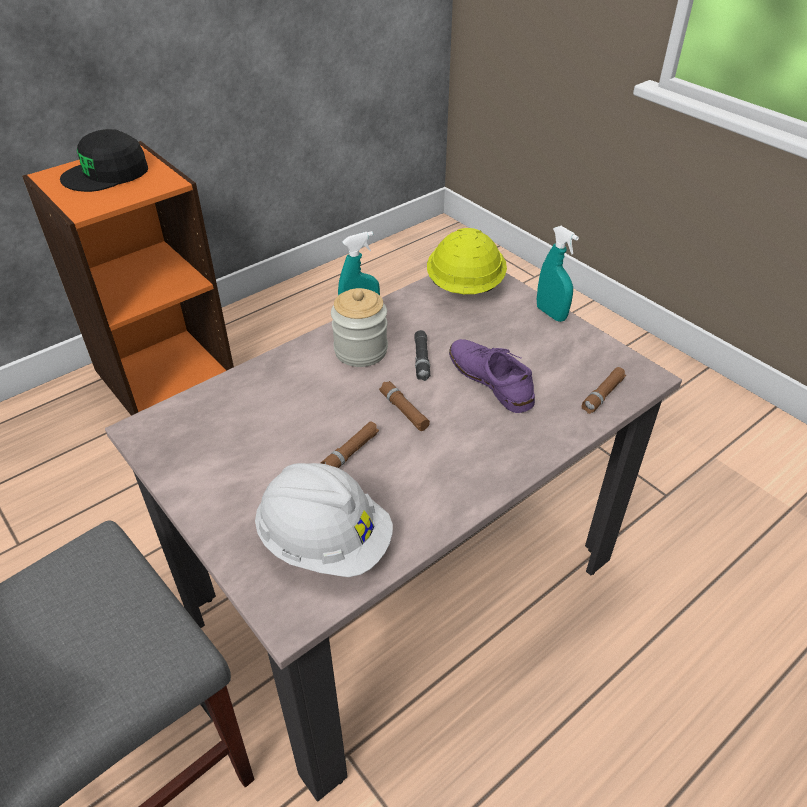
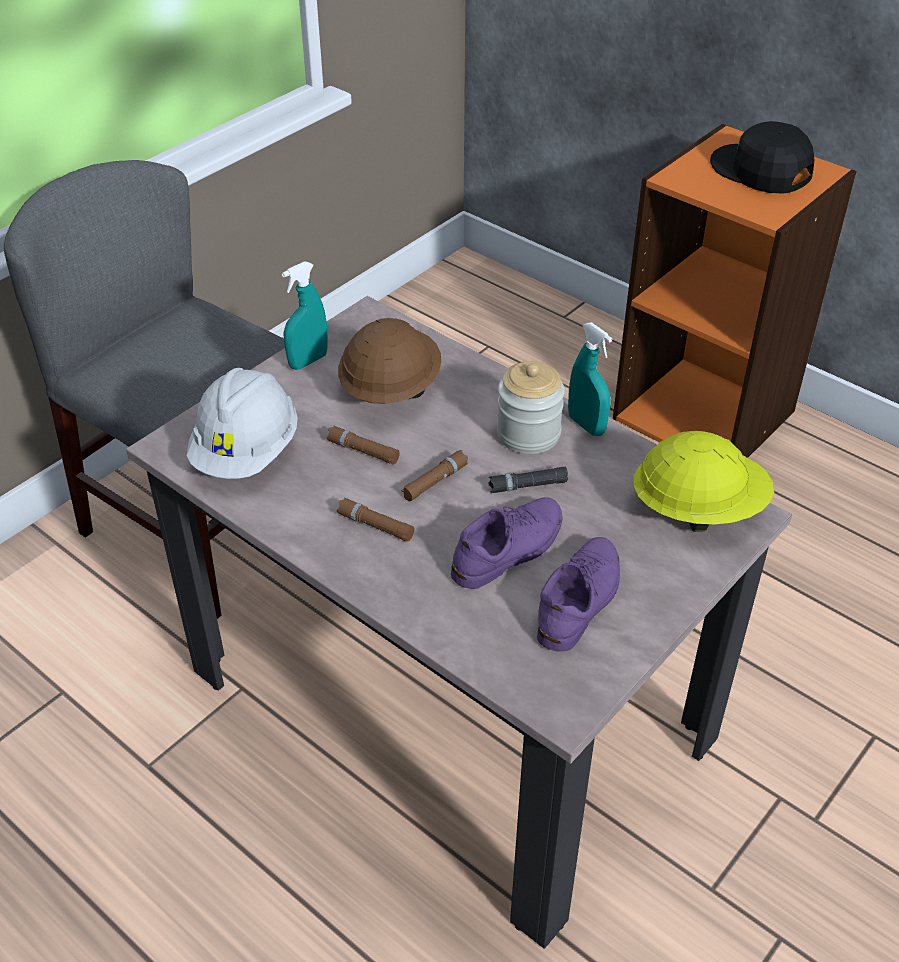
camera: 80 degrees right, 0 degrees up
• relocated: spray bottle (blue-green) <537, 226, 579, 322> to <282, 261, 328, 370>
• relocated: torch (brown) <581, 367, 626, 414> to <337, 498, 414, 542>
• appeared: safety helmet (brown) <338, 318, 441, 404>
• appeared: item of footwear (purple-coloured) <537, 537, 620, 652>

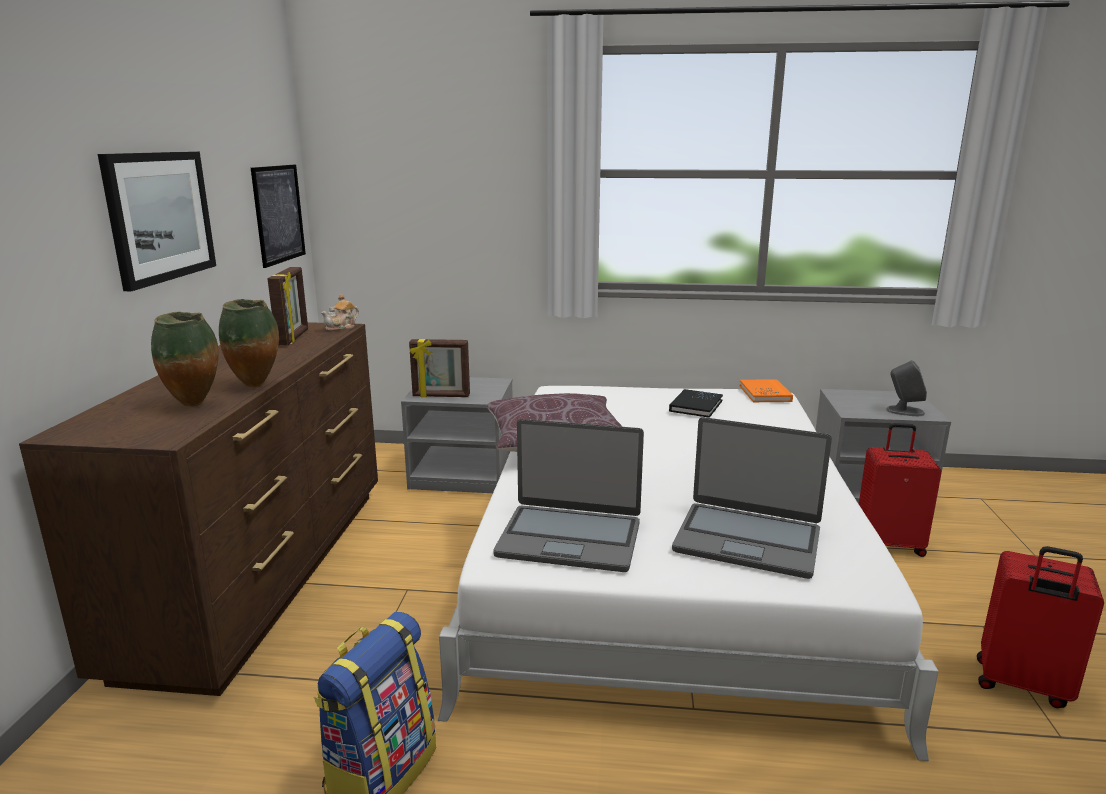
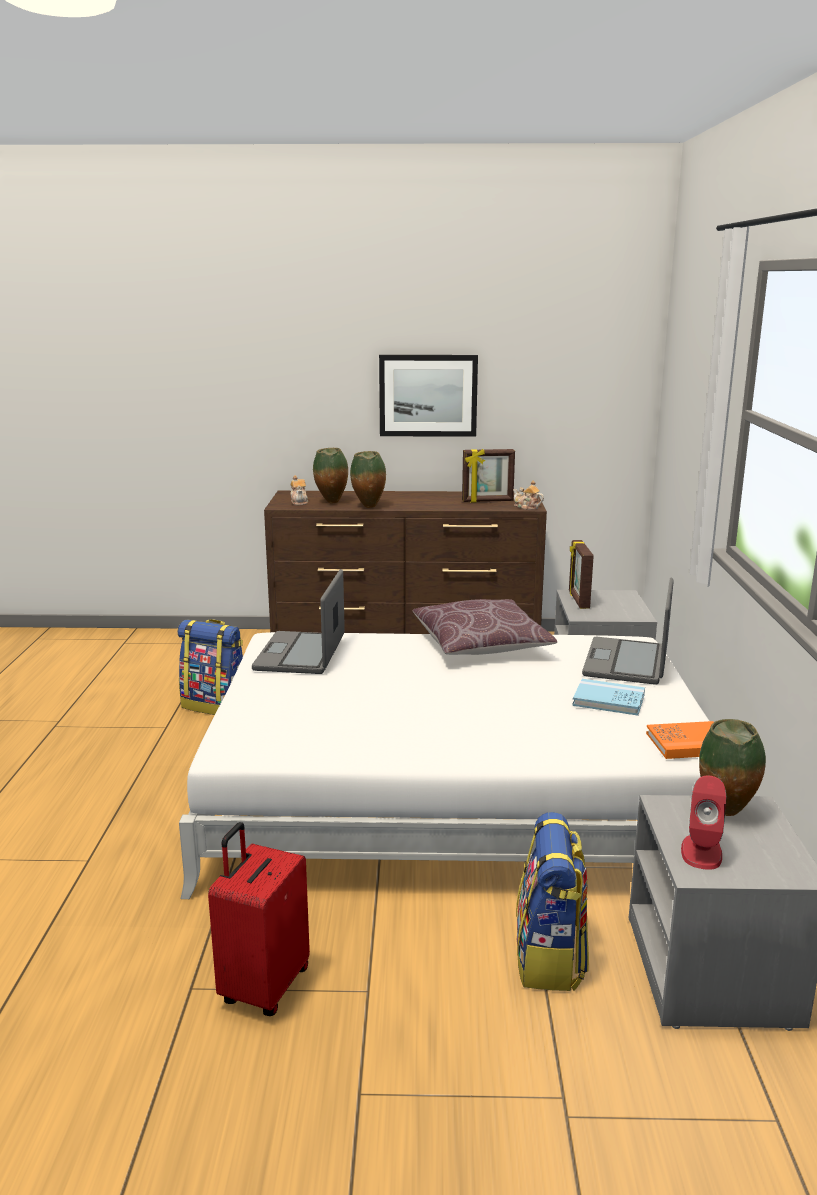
camera: 85 degrees right, 0 degrees up
• missing: wall picture <251, 165, 306, 268>
• colour: loudspeaker (grey) <886, 360, 927, 416> to loudspeaker (red) <681, 775, 727, 870>
• colour: volume (blackish) <669, 389, 723, 418> to volume (blue) <572, 679, 645, 716>
• relocated: laptop <672, 417, 832, 579> to <582, 578, 674, 685>
• exchanged: travel case (red) <859, 423, 942, 557> to rucksack <516, 812, 589, 991>
• appeared: pot for tea <290, 475, 308, 505>
• appeared: flower vase <699, 719, 766, 816>

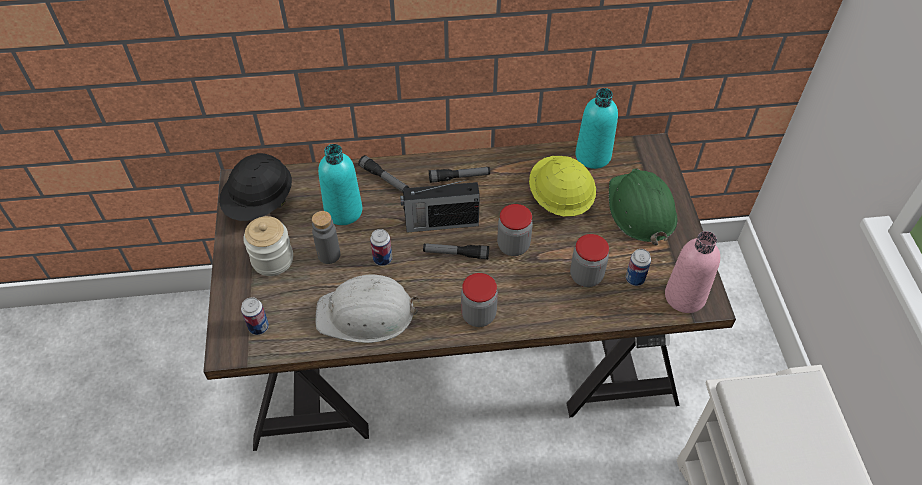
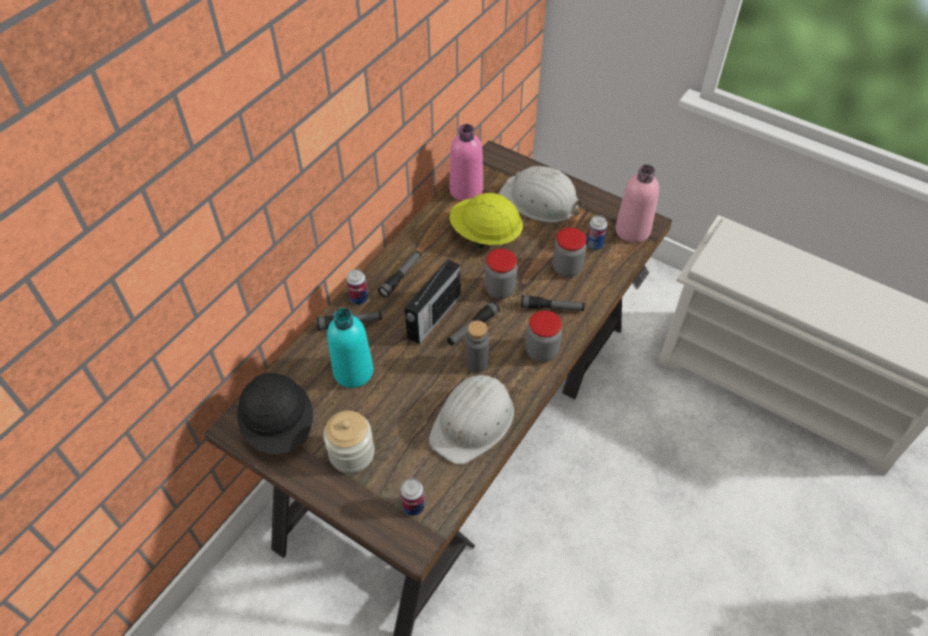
camera: 50 degrees left, 0 degrees up
• colour: drink bottle (blue-green) <575, 88, 618, 169> to drink bottle (pink-coloured) <449, 124, 483, 201>
• colour: safety helmet (green) <609, 168, 678, 245> to safety helmet (white) <499, 166, 584, 223>
• relocated: drink bottle (grey) <312, 211, 340, 264> to <465, 321, 489, 373>
• relocated: sealed can <370, 229, 392, 266> to <347, 269, 368, 305>
• appeared: torch <521, 295, 584, 311>

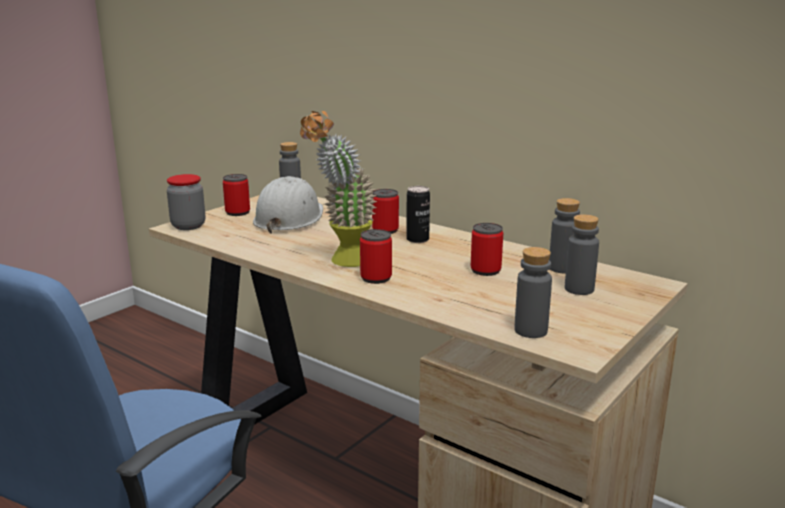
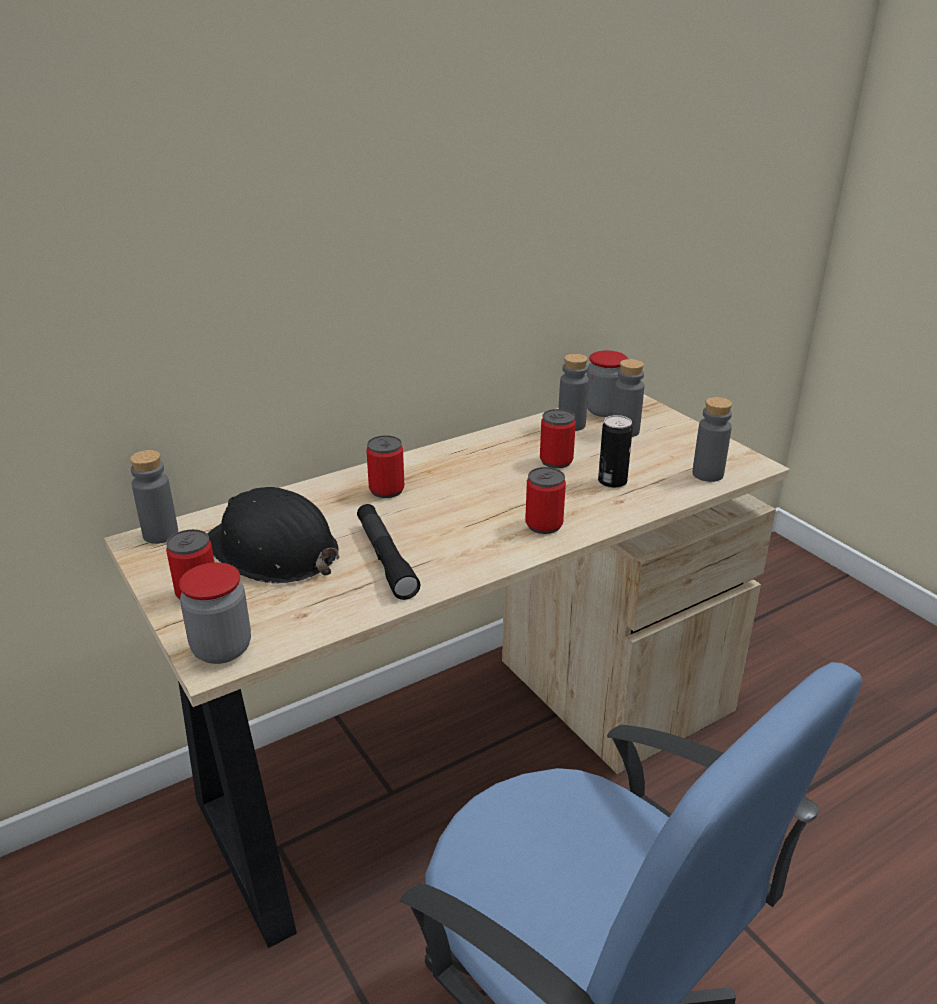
camera: 70 degrees left, 10 degrees up
• missing: houseplant <300, 111, 377, 267>
• colour: safety helmet (white) <253, 176, 323, 233> to safety helmet (blackish) <207, 487, 339, 584>
• relocated: sealed can <406, 186, 430, 243> to <598, 415, 633, 488>
• appeared: jar <587, 350, 628, 417>
• appeared: torch (blackish) <357, 504, 420, 600>

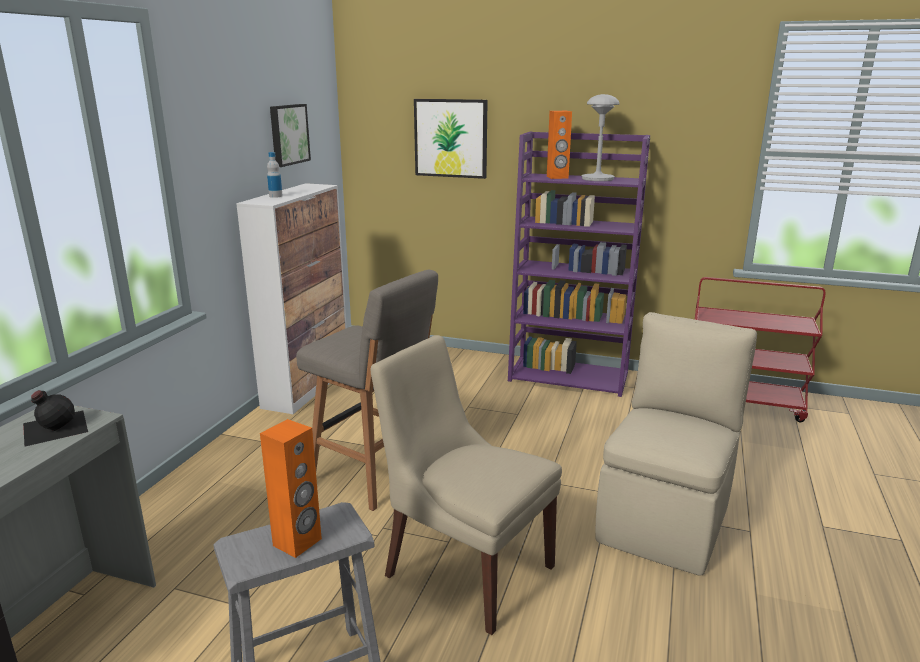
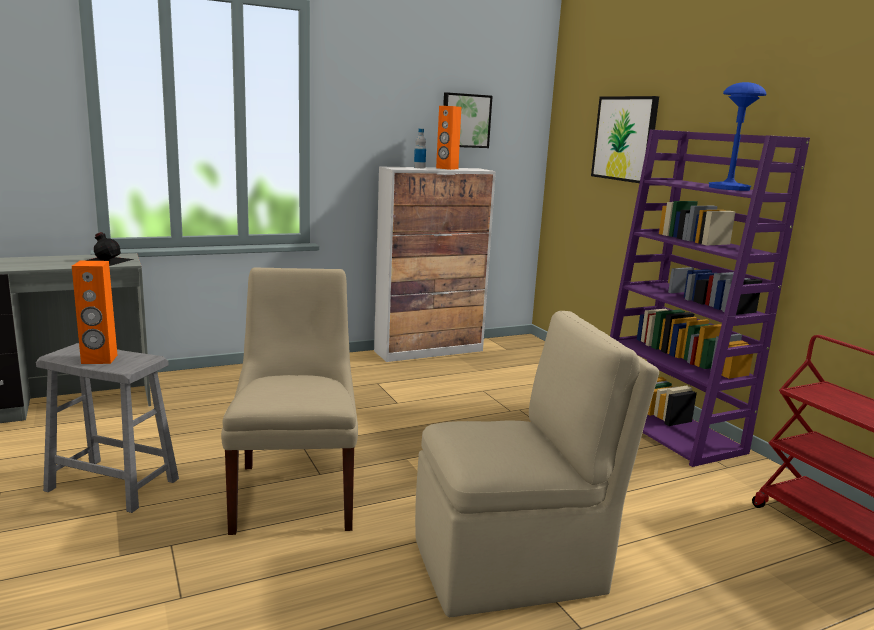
camera: 45 degrees right, 5 degrees down
• colour: tabletop lamp (grey) <582, 94, 620, 181> to tabletop lamp (blue) <708, 82, 767, 191>
• relocated: loudspeaker (orangey) <547, 111, 572, 179> to <436, 106, 461, 170>
• missing: stool (grey) <296, 270, 438, 511>

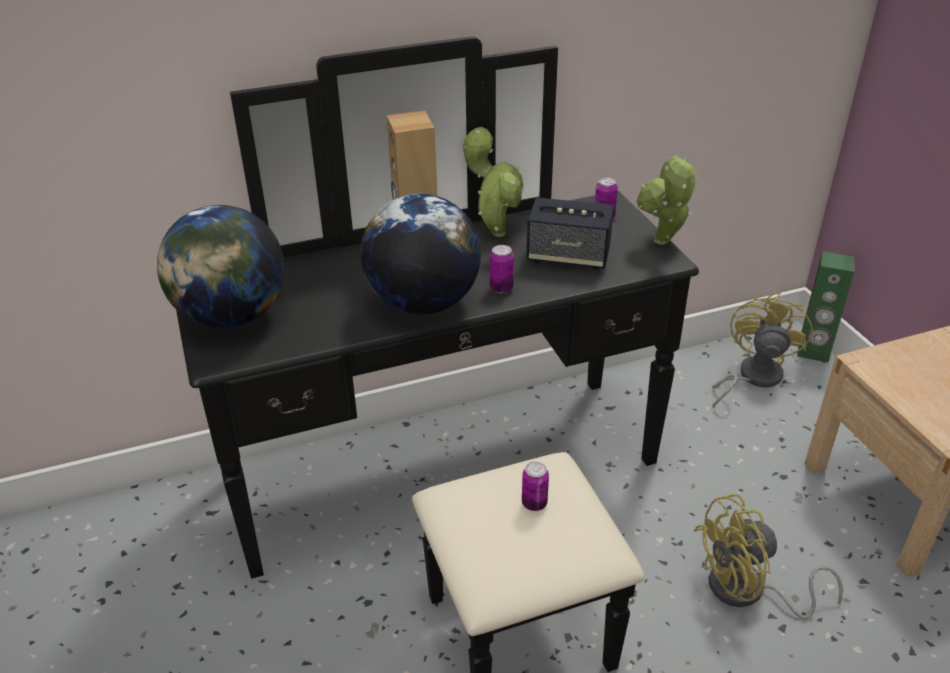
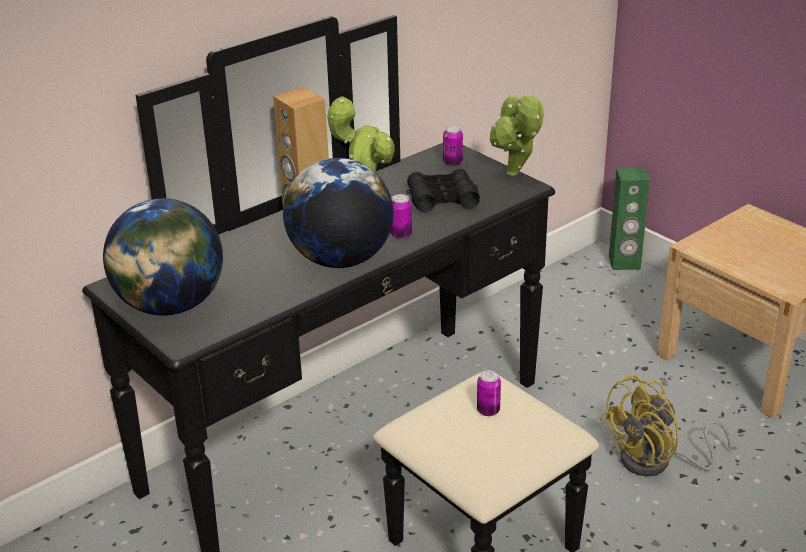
camera: 20 degrees left, 5 degrees down
• exchanged: loudspeaker <526, 197, 614, 269> to field glasses (blackish) <406, 169, 480, 212>
• missing: fan (yellow) <712, 292, 813, 407>

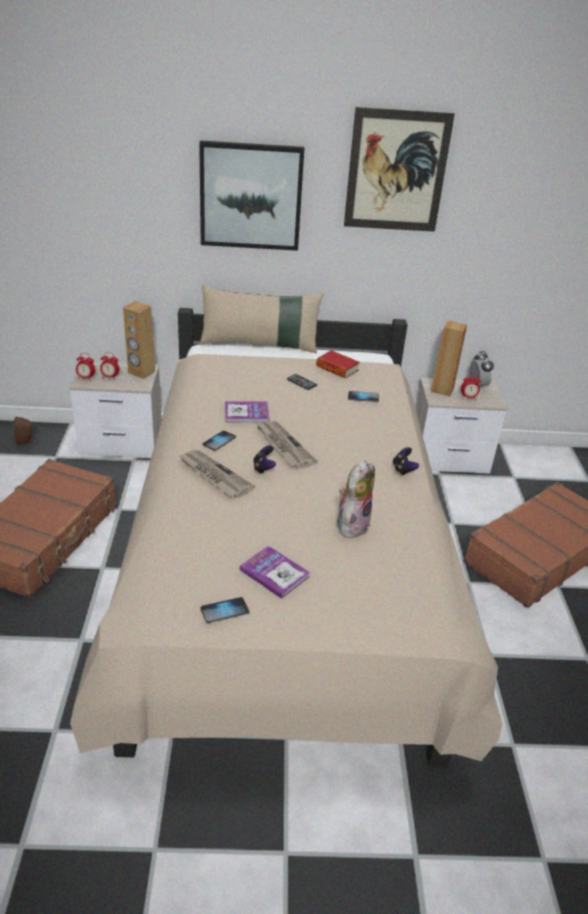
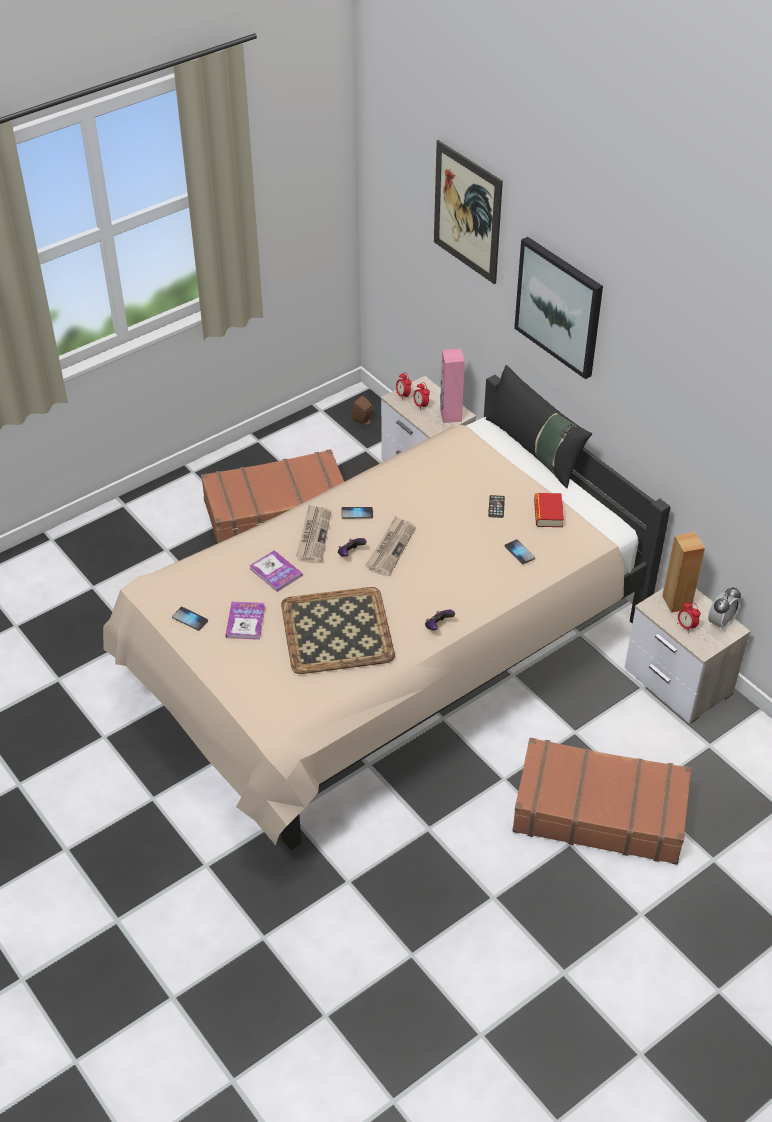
camera: 55 degrees right, 10 degrees up
• relocated: wall picture <344, 107, 455, 232> to <434, 140, 503, 284>
• colour: pillow (sand-coloured) <200, 284, 323, 353> to pillow (blackish) <486, 365, 592, 488>
• colour: loudspeaker (brown) <123, 301, 155, 379> to loudspeaker (pink-coloured) <440, 349, 465, 423>
• relocated: volume <225, 401, 269, 422> to <249, 550, 302, 592>
• exchanged: plush toy <337, 460, 375, 538> to tray <281, 587, 395, 674>

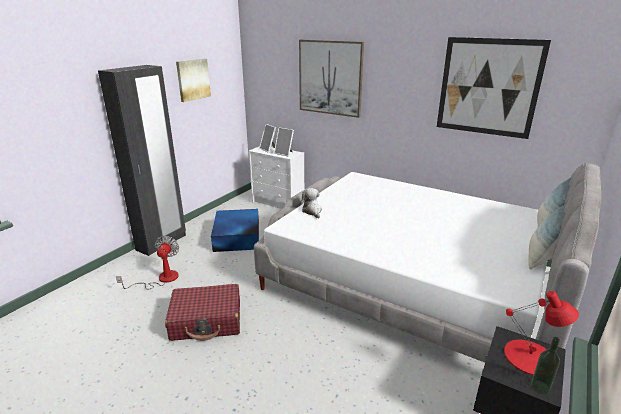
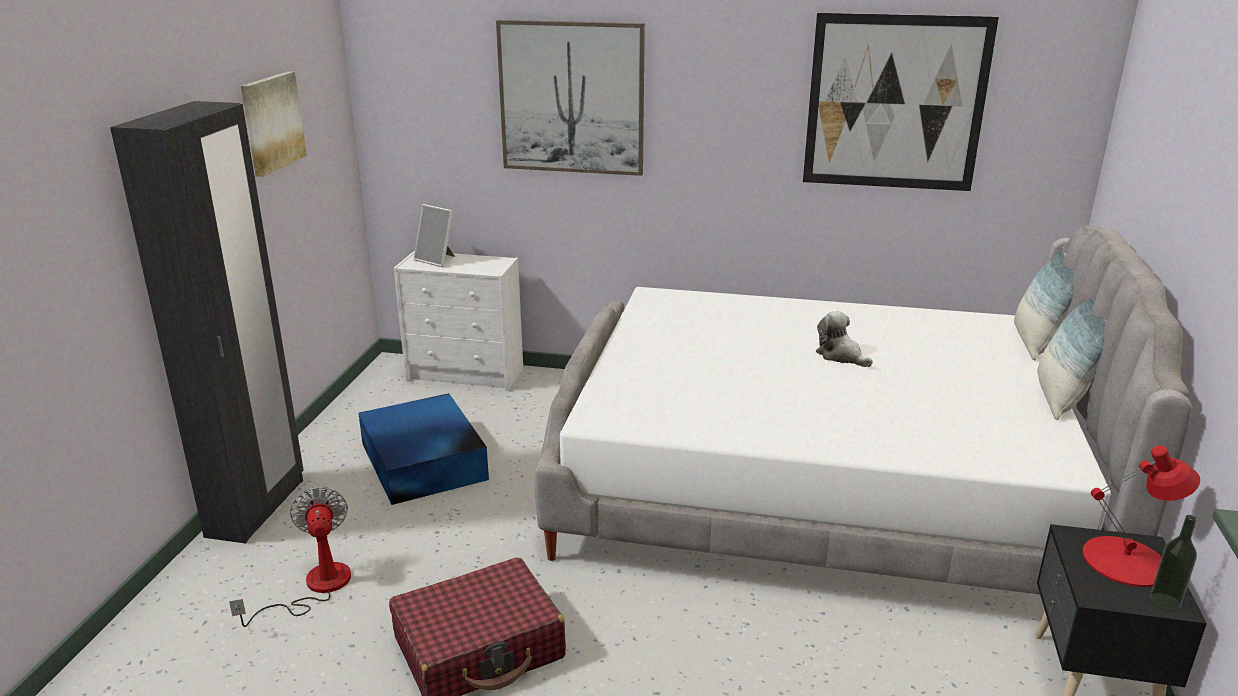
camera: 20 degrees left, 0 degrees up
• missing: photo frame <274, 127, 294, 157>
• relocated: plush toy <300, 188, 322, 219> to <816, 311, 873, 367>

